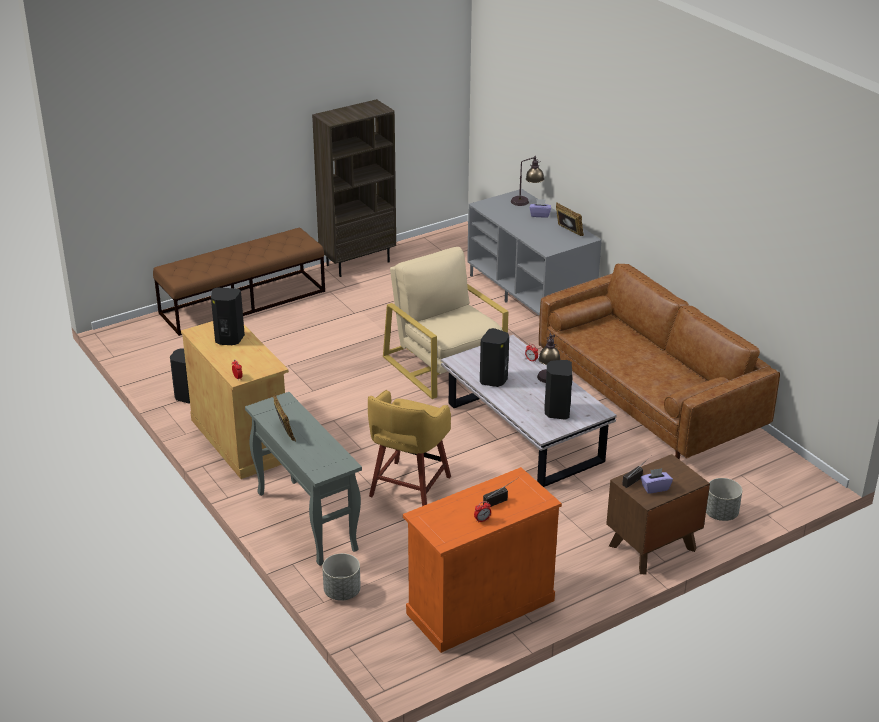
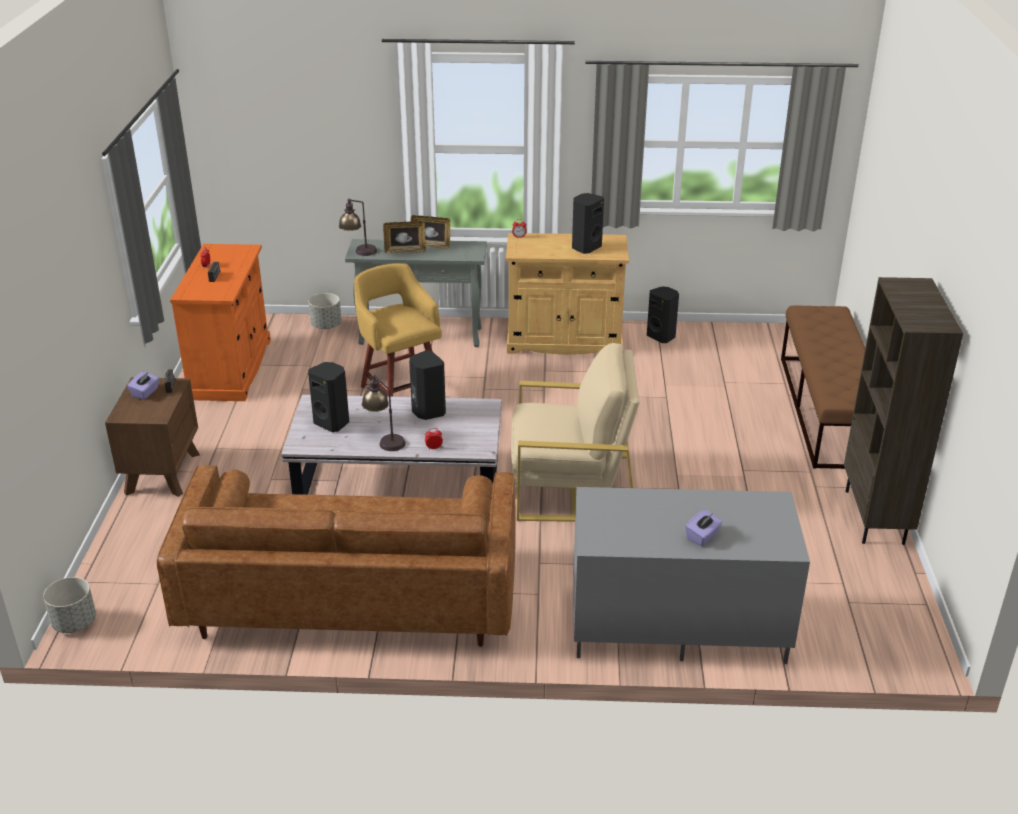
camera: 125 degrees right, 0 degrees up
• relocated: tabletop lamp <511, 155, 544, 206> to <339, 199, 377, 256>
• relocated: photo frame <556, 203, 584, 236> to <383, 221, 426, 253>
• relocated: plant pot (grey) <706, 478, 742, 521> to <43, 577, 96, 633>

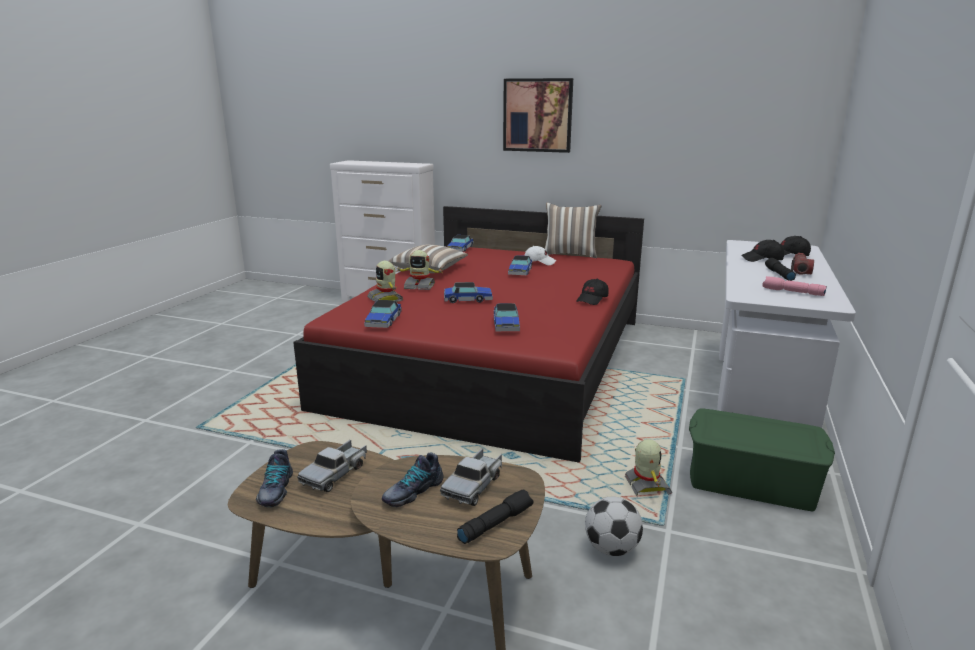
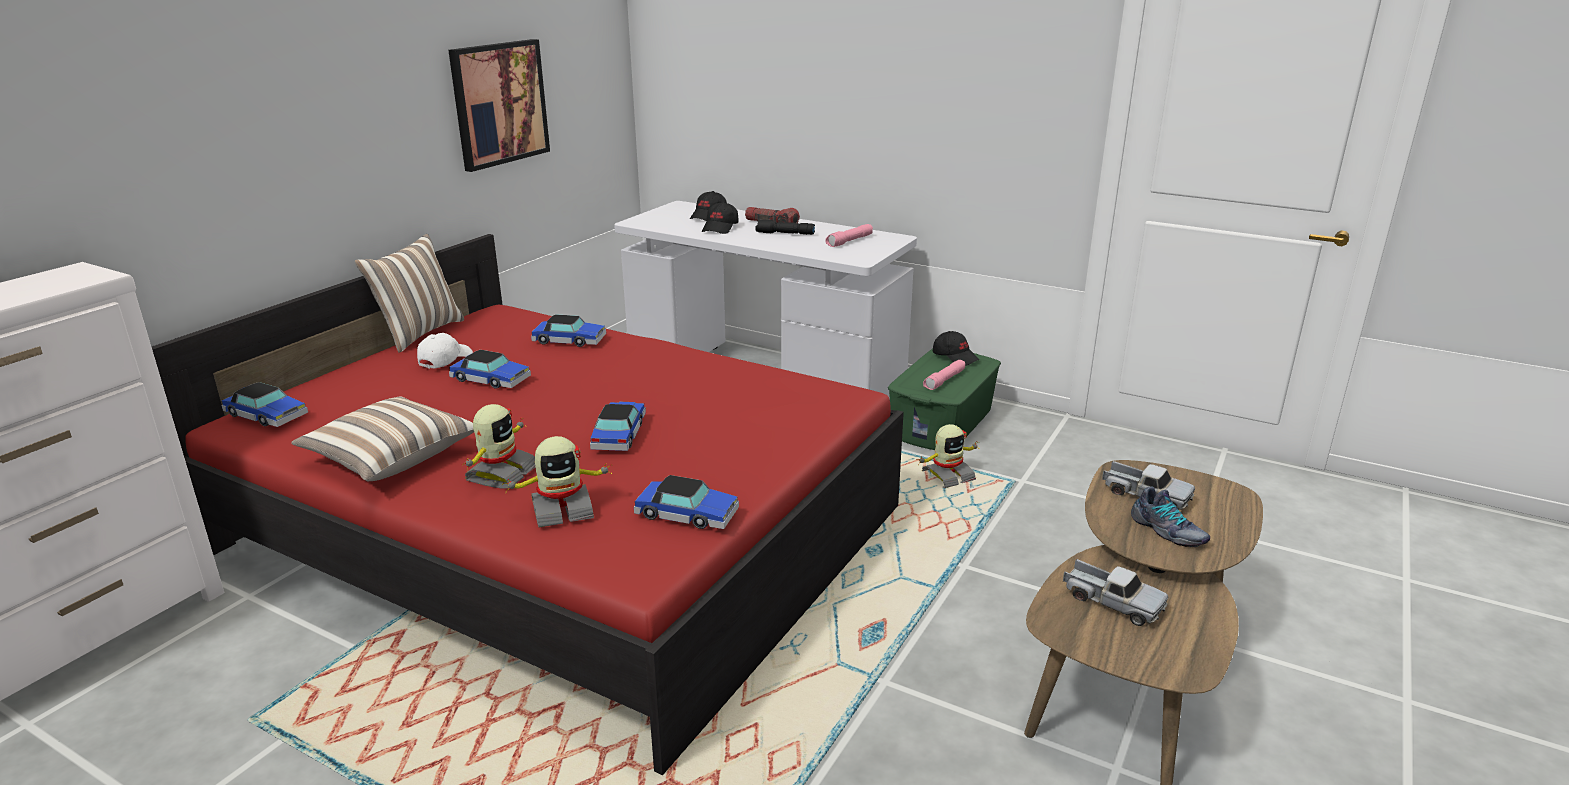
camera: 80 degrees left, 5 degrees up
• relocated: wall picture <503, 78, 573, 153> to <448, 39, 550, 172>
• relocated: peaked cap (blackish) <576, 279, 608, 305> to <933, 331, 980, 366>
• relocated: model car <494, 303, 520, 331> to <531, 314, 606, 347>
• spun: model robot <625, 439, 672, 496> = <916, 424, 979, 488> 150 degrees clockwise
• missing: item of footwear <256, 449, 293, 507>
• missing: torch (blackish) <457, 490, 534, 544>
• missing: ball for football <585, 497, 643, 556>
• appeared: torch (pink-coloured) <923, 360, 965, 390>

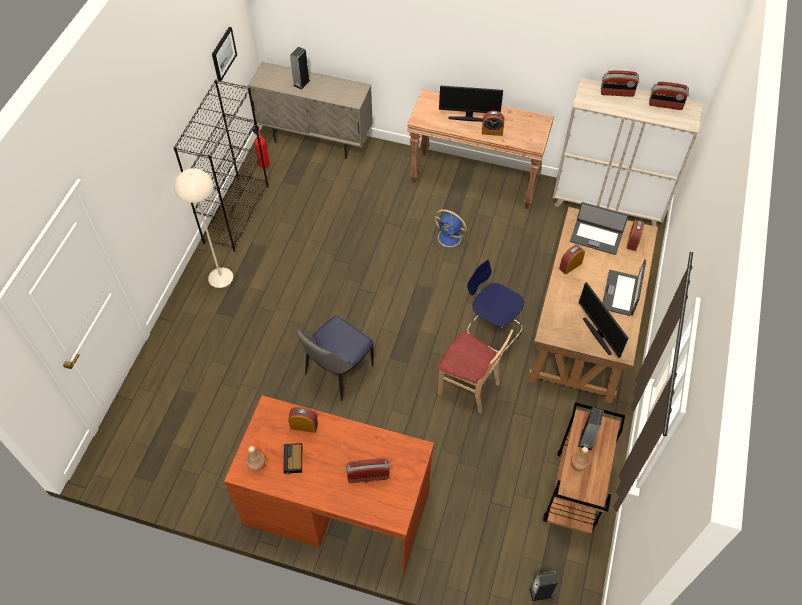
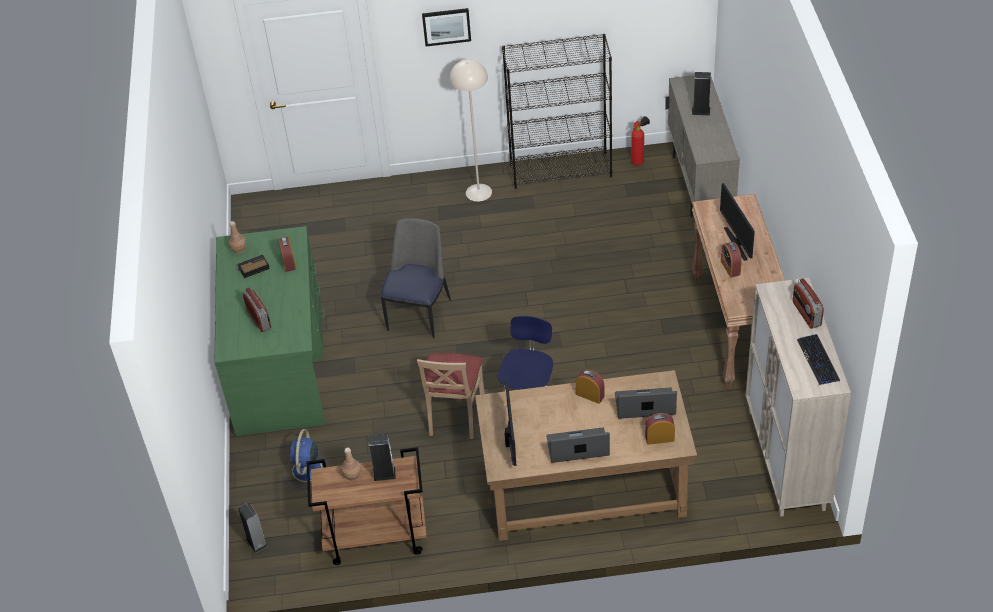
camera: 70 degrees right, 10 degrees down
• relocated: wall picture <212, 27, 237, 82> to <422, 8, 471, 47>
• exchanged: radio receiver <649, 82, 689, 110> to computer keyboard <797, 334, 840, 385>
• spun: laptop <570, 202, 629, 255> = <615, 387, 677, 419> 90 degrees clockwise
• relocated: fan (blue) <432, 210, 468, 252> to <285, 429, 328, 488>
• spun: monitor <579, 282, 628, 358> = <505, 376, 517, 466> 135 degrees clockwise
• spun: upright chair <297, 316, 374, 401> = <380, 218, 451, 338> 90 degrees clockwise
• colour: desk (brown) <224, 395, 434, 573> to desk (green) <215, 226, 326, 436>

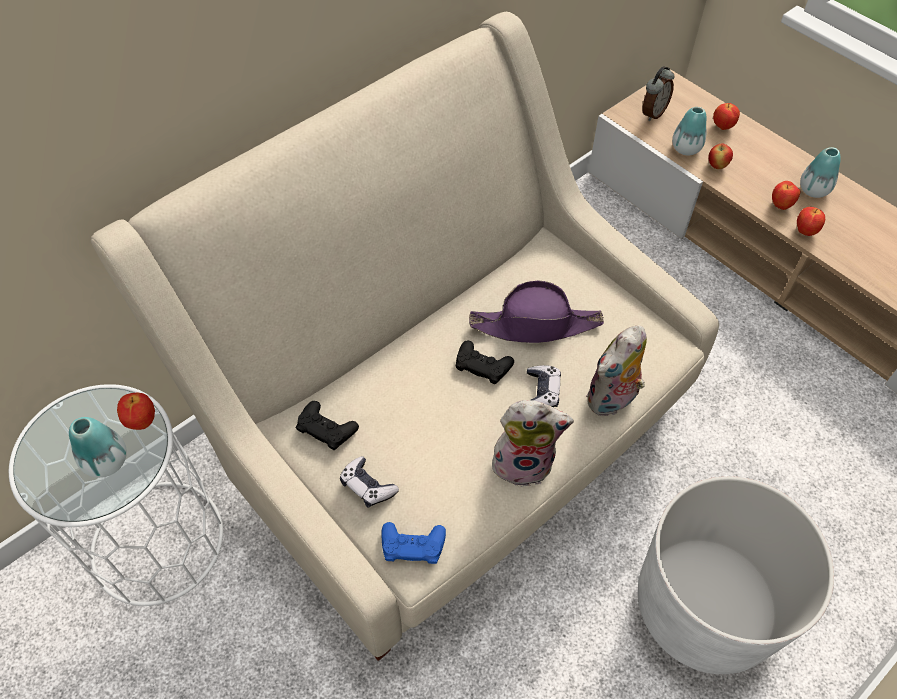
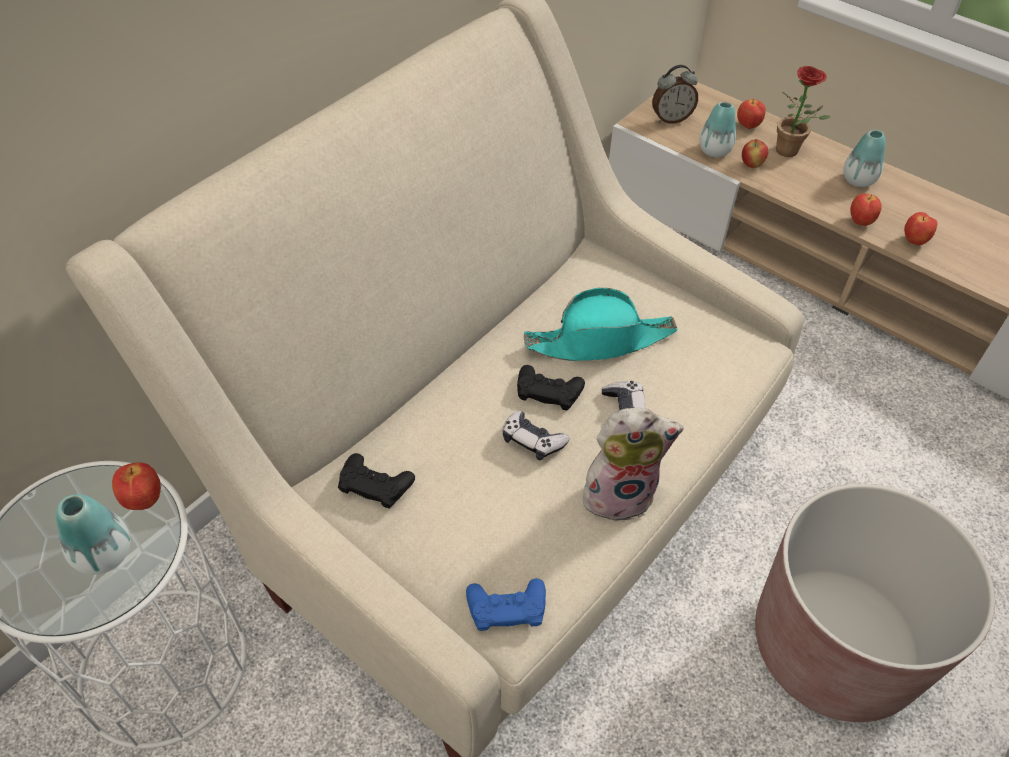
camera: 10 degrees left, 5 degrees down
• spun: alarm clock <643, 66, 674, 122> = <652, 65, 698, 124> 45 degrees clockwise
• relocated: apple <772, 181, 801, 210> to <904, 212, 937, 245>
• colour: clothing hat (purple-coloured) <469, 281, 604, 343> to clothing hat (blue-green) <523, 288, 678, 361>
• missing: plush toy <586, 325, 647, 416>
• relocated: gamepad <340, 456, 399, 508> to <503, 410, 569, 460>
• colour: plant pot (white) <638, 476, 834, 674> to plant pot (brown) <755, 484, 995, 722>
• appeared: houseplant <776, 66, 830, 157>

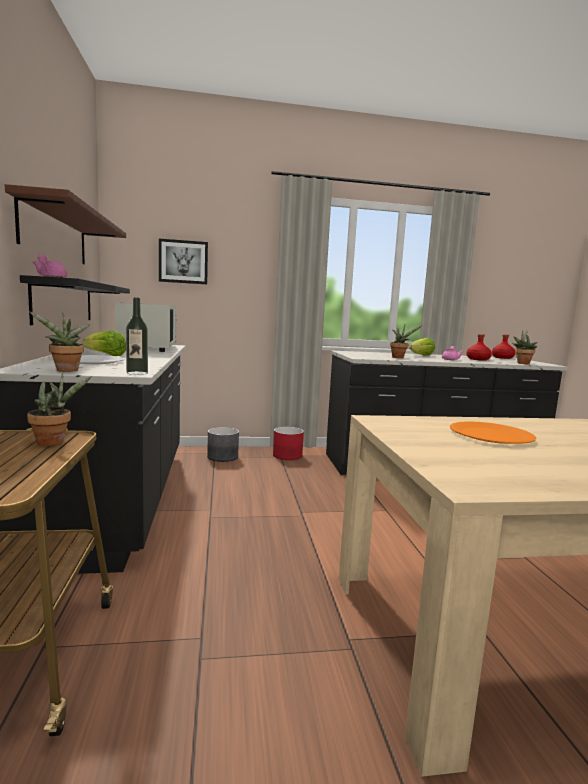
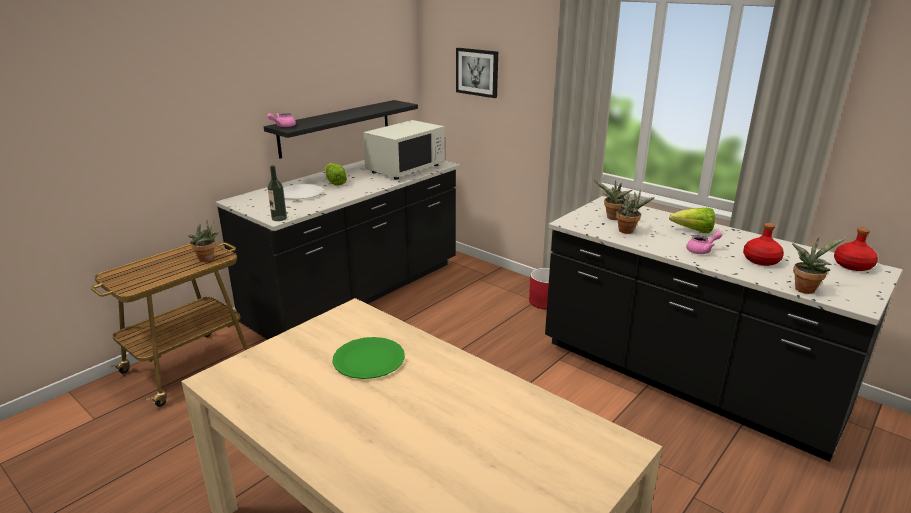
camera: 50 degrees right, 15 degrees up
• missing: wall shelf (brown) <5, 184, 126, 264>
• relocated: houseplant <29, 311, 90, 372> to <594, 180, 632, 220>
• colour: dinner plate (orangey) <450, 421, 536, 444> to dinner plate (green) <332, 337, 405, 379>
• missing: plant pot (grey) <207, 427, 239, 462>

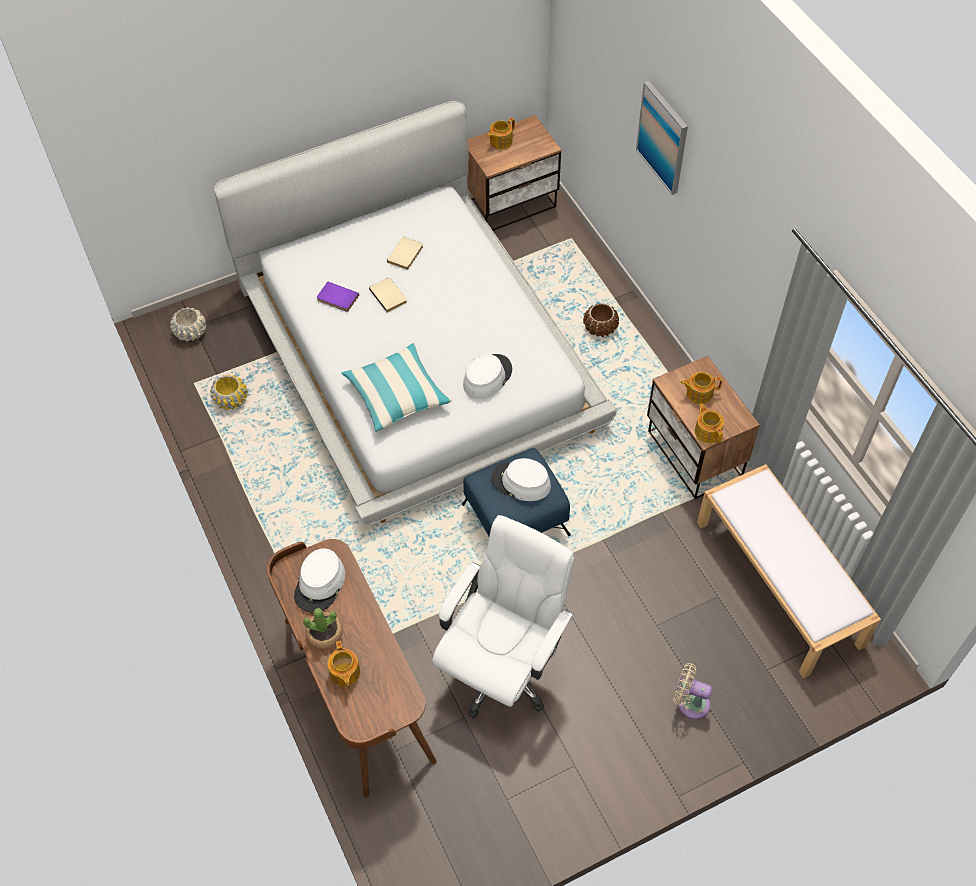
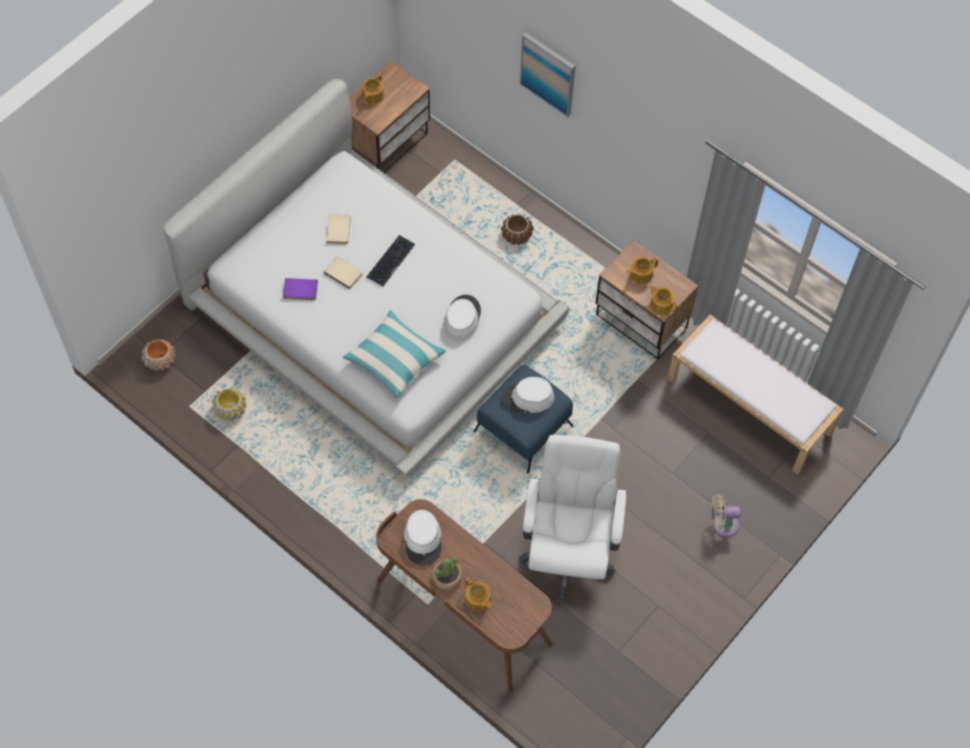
camera: 25 degrees left, 5 degrees up
• colour: plant pot (sand-coloured) <170, 307, 206, 341> to plant pot (orangey) <142, 339, 176, 371>
• appeared: computer keyboard <366, 235, 415, 287>

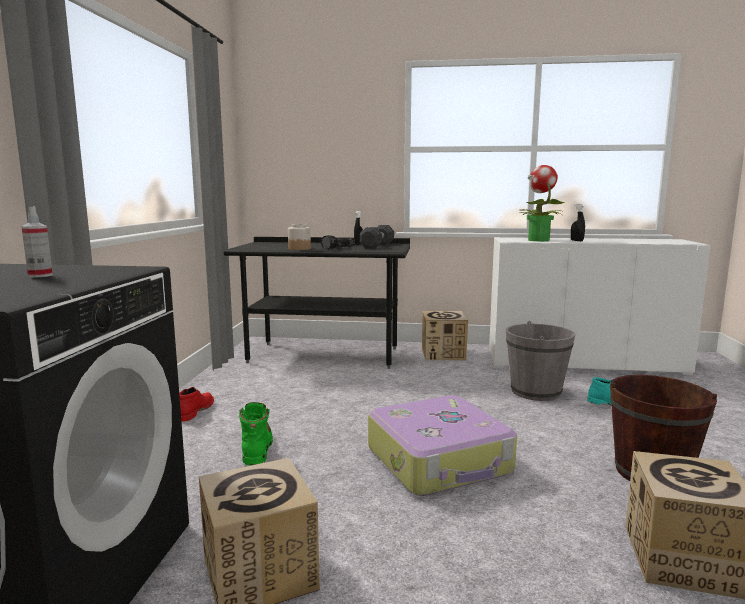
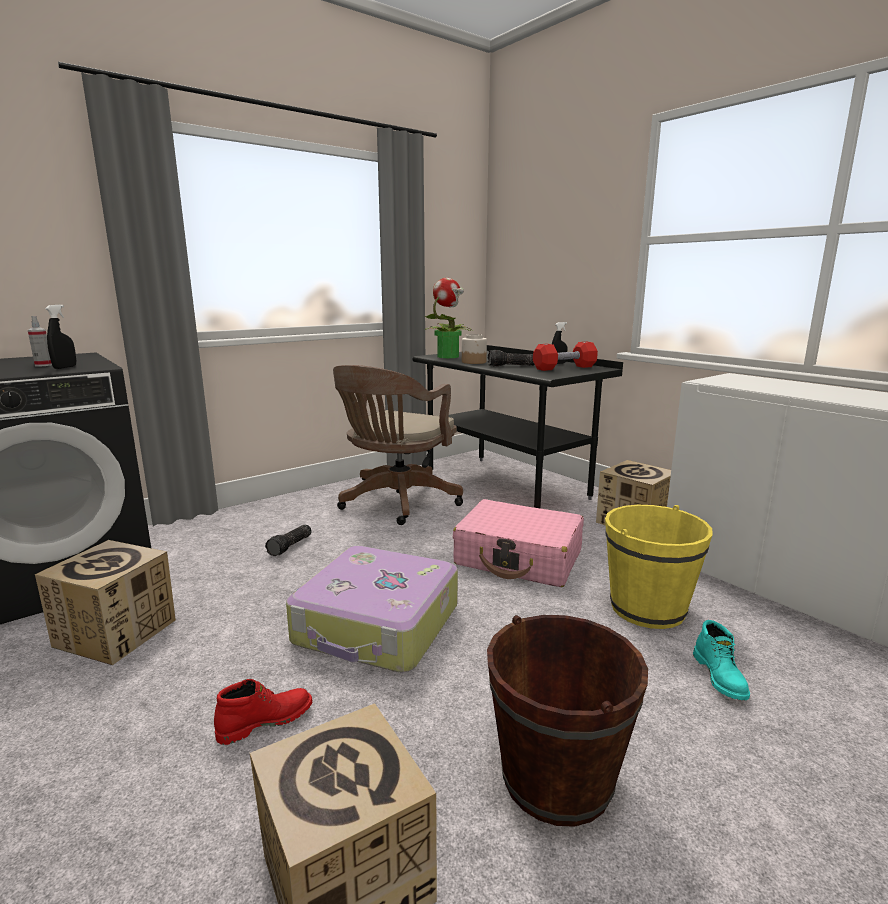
camera: 45 degrees right, 5 degrees up
• relocated: houseplant <520, 165, 564, 241> to <425, 278, 473, 358>
• relocated: spray bottle (blackish) <571, 204, 585, 241> to <45, 305, 76, 369>
• colour: hand weight (blackish) <360, 225, 394, 249> to hand weight (red) <533, 342, 598, 371>
• colour: bucket (grey) <506, 321, 575, 401> to bucket (yellow) <605, 505, 713, 629>
• relocated: high-top boot (red) <179, 387, 214, 422> to <214, 679, 312, 745>
• exchanged: high-top boot (green) <239, 402, 273, 466> to torch <265, 524, 312, 556>
• appeared: desk chair (brown) <333, 365, 463, 525>
• appeared: travel case (pink-coloured) <453, 499, 584, 587>

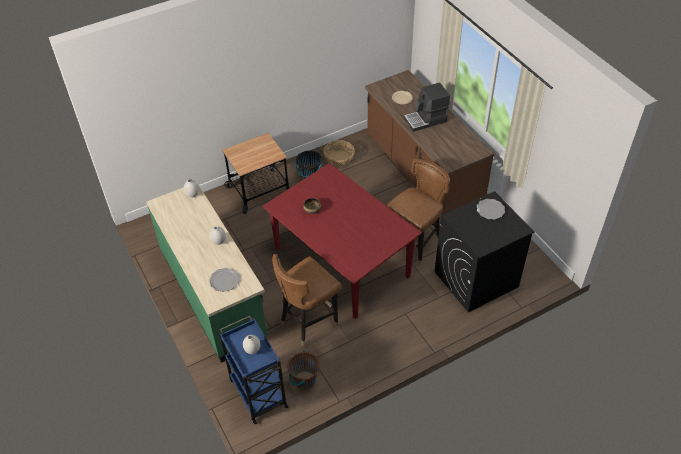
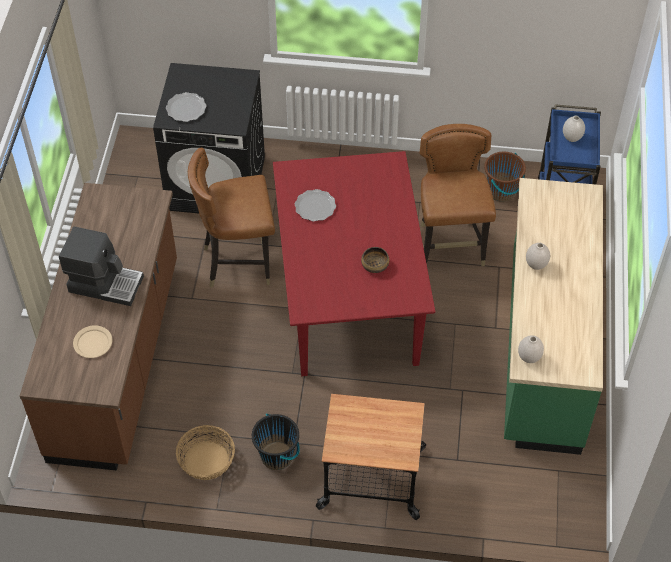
camera: 145 degrees left, 5 degrees up
• spun: upright chair (brown) <272, 254, 342, 347> = <419, 124, 496, 266> 90 degrees counterclockwise
• relocated: dinner plate <209, 268, 240, 292> to <295, 189, 336, 221>

